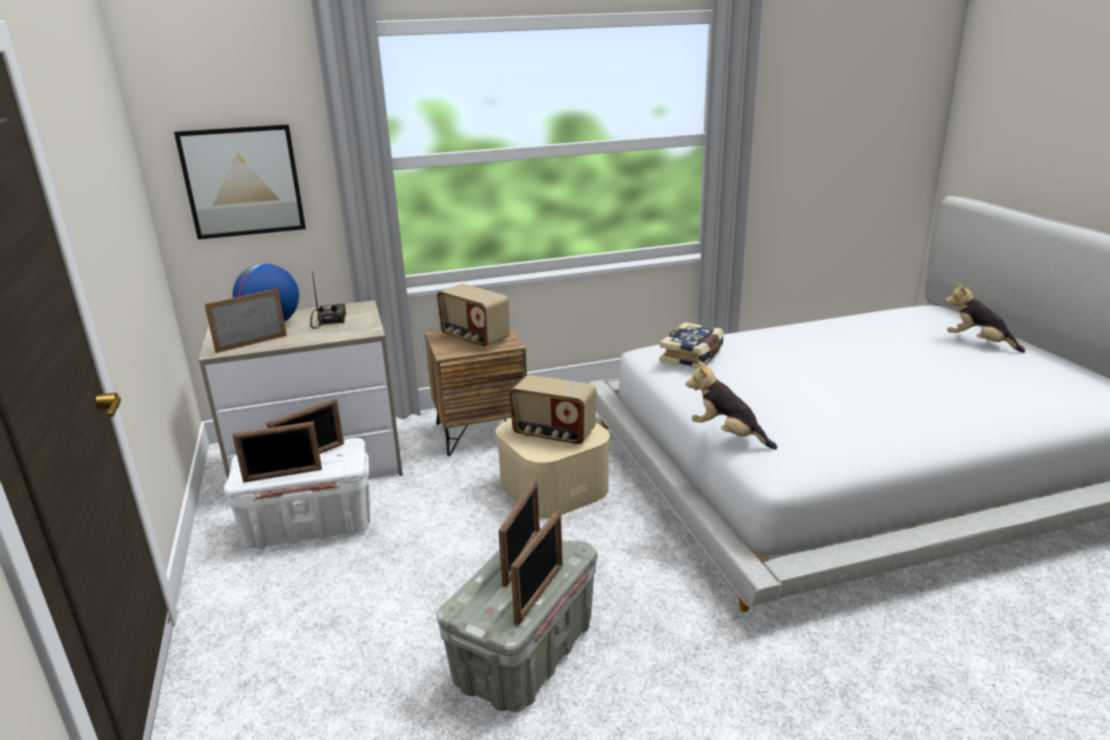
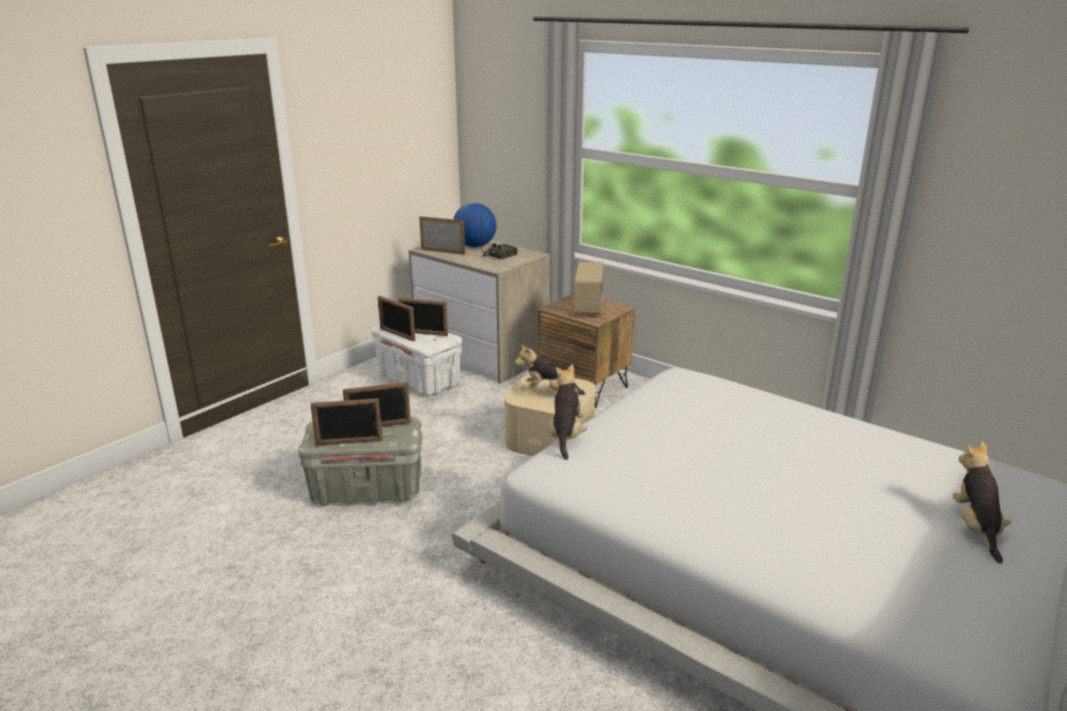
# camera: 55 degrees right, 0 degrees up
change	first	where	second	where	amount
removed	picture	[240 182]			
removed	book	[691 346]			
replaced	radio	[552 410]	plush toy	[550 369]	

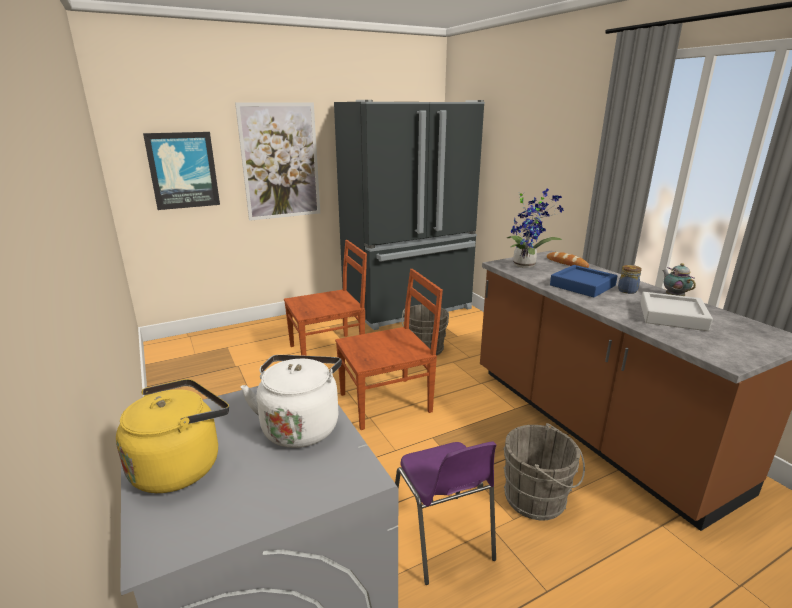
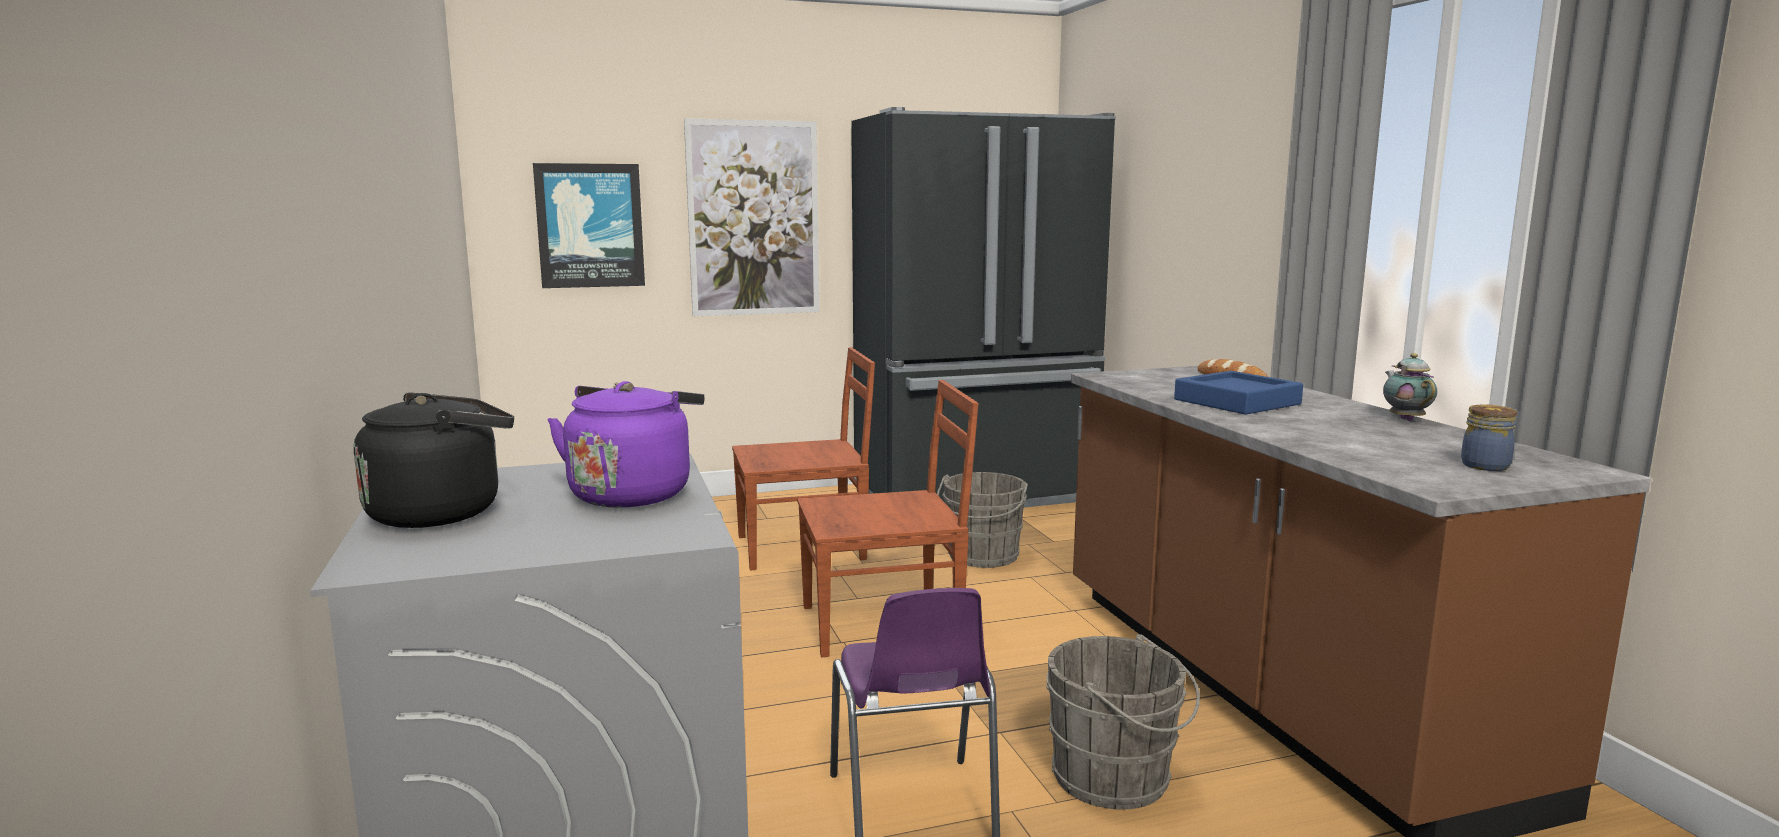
# camera: 10 degrees right, 10 degrees down
change	first	where	second	where	amount
removed	potted plant	[535 228]			
moved	jar	[630 279]		[1489 437]	
removed	grey tray	[676 311]			
recoloured	white kettle	[291 401]	purple kettle	[625 444]	
recoloured	yellow kettle	[172 436]	black kettle	[434 460]	

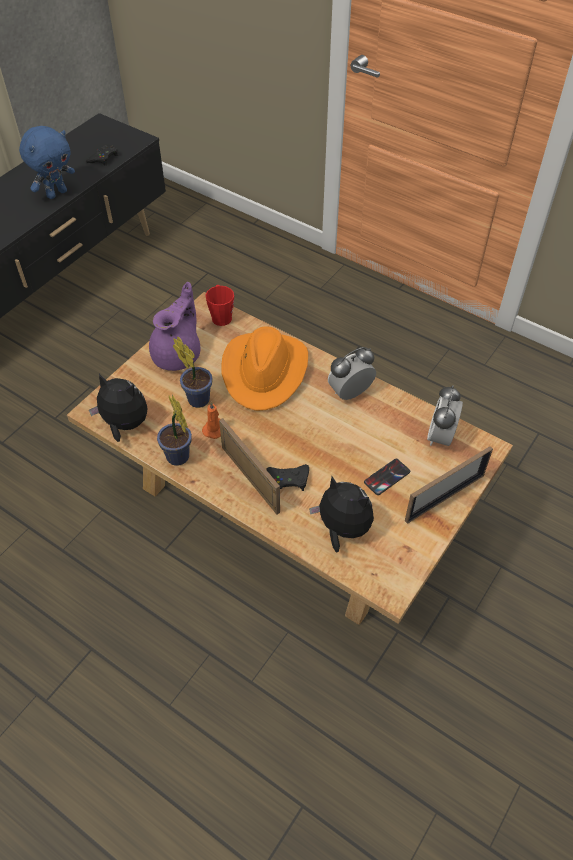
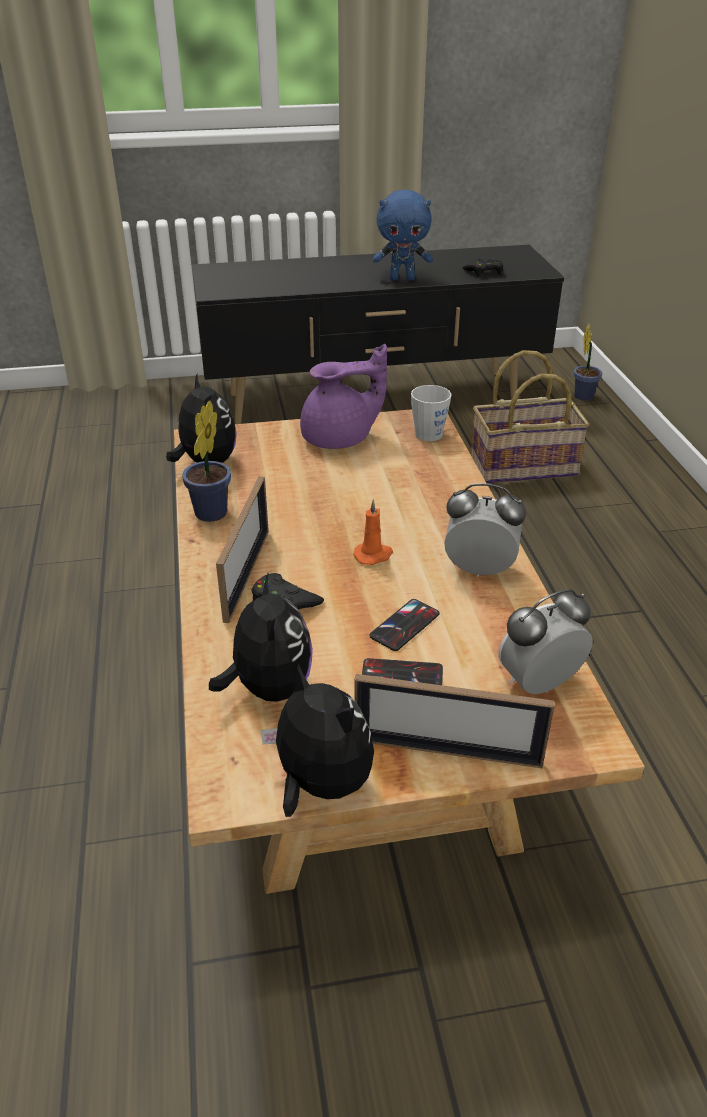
# camera: 45 degrees right, 15 degrees down
change	first	where	second	where	amount
recoloured	red mug	[220 305]	grey mug	[431 413]	
removed	orange hat	[264 368]			
moved	potted plant	[193 372]		[588 362]	
moved	orange candle	[211 420]		[373 532]	
added			basket	[530 417]	
added			phone	[404 625]	
added			plush toy	[317 740]	

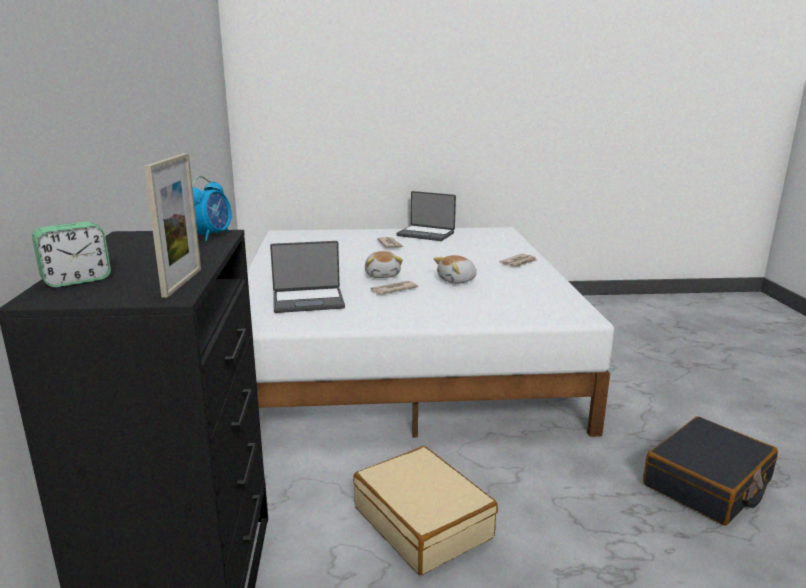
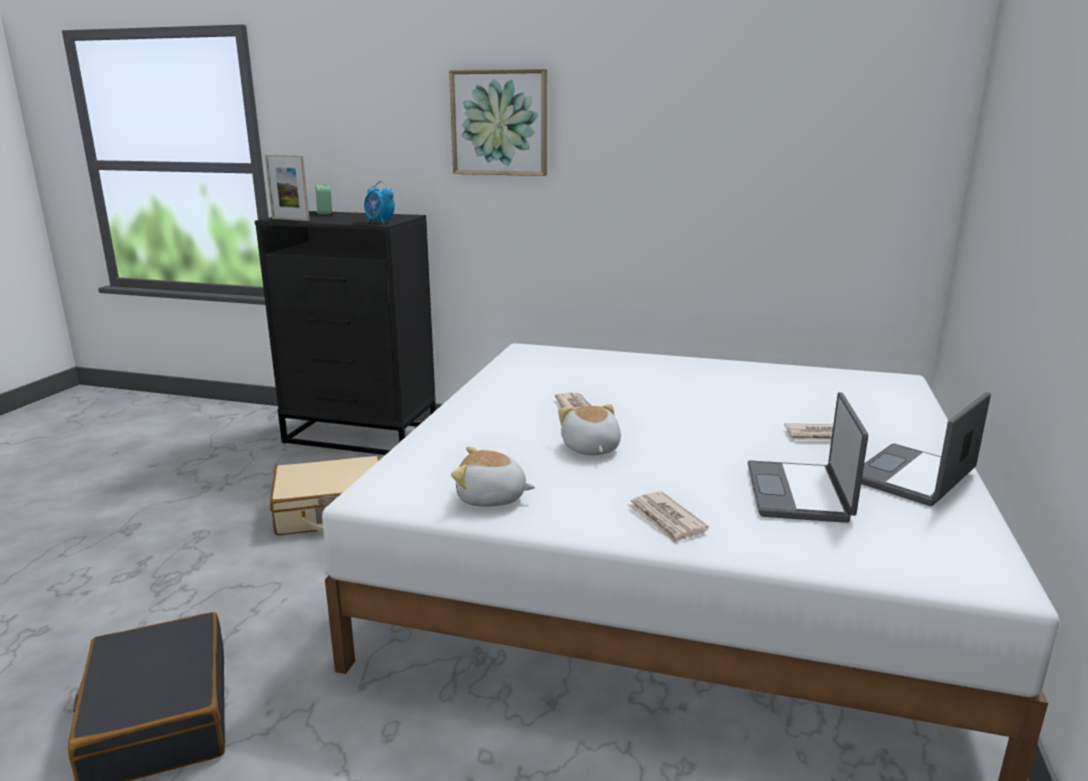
# camera: 110 degrees right, 0 degrees up
change	first	where	second	where	amount
moved	laptop	[307 277]		[808 457]	
moved	plush toy	[384 264]		[493 477]	
added			picture	[498 122]	

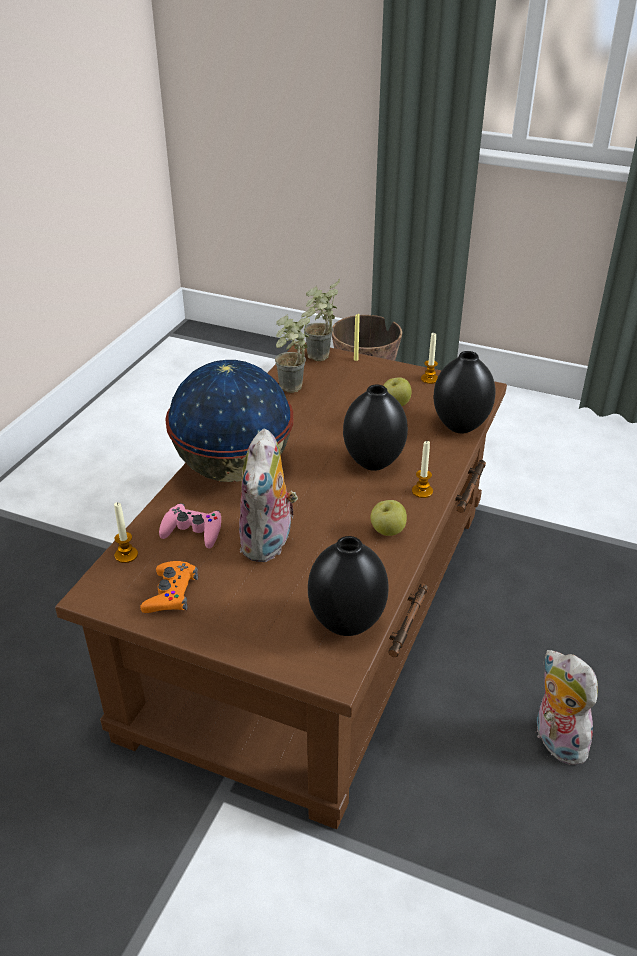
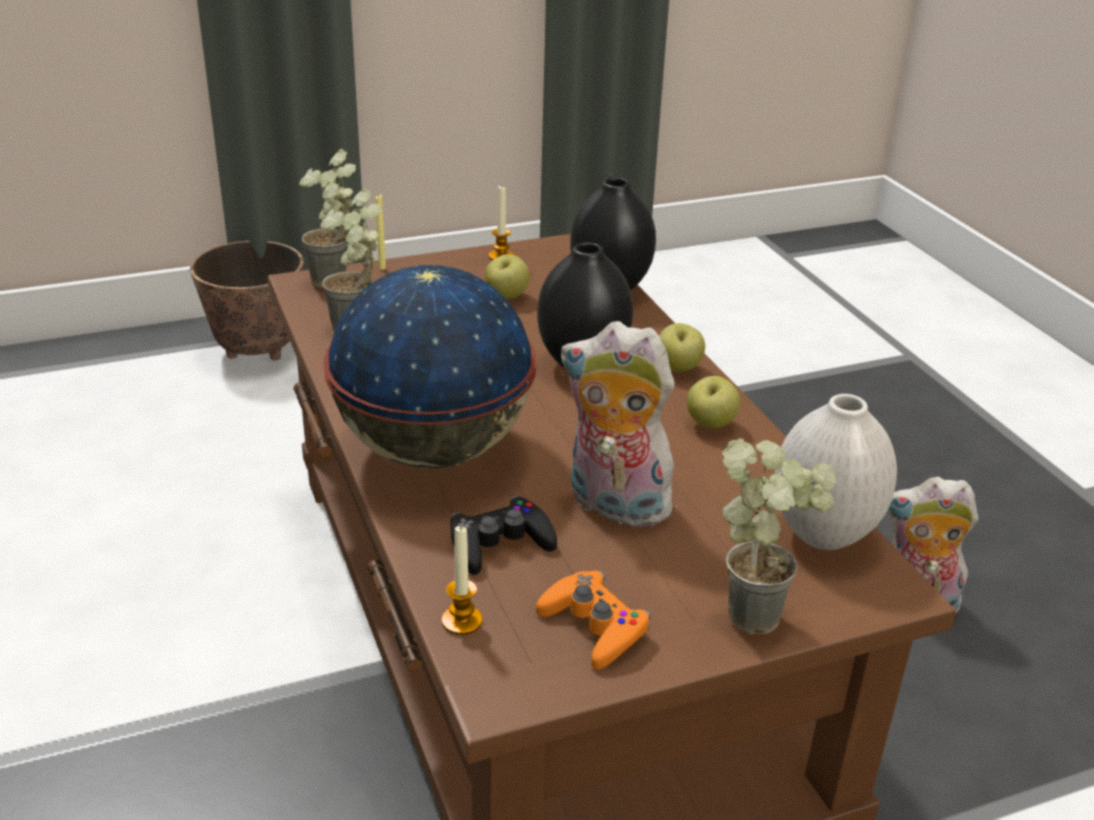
# camera: 45 degrees left, 5 degrees down
change	first	where	second	where	amount
turned	plush toy	[268 495]		[619 424]	150 degrees clockwise
replaced	candle	[422 469]	apple	[682 347]	
recoloured	pink game controller	[190 526]	black game controller	[503 535]	
recoloured	black vase	[348 586]	white vase	[836 472]	
added			potted plant	[779 536]	

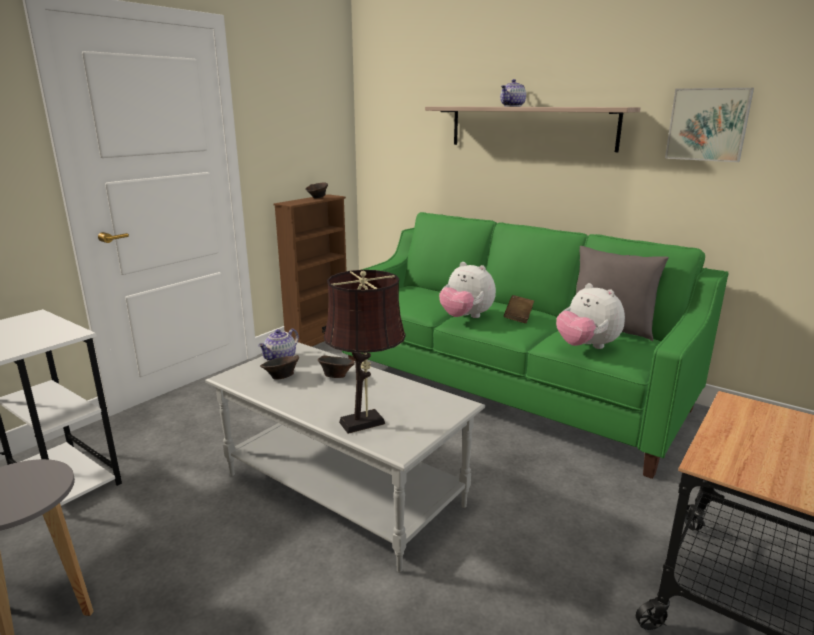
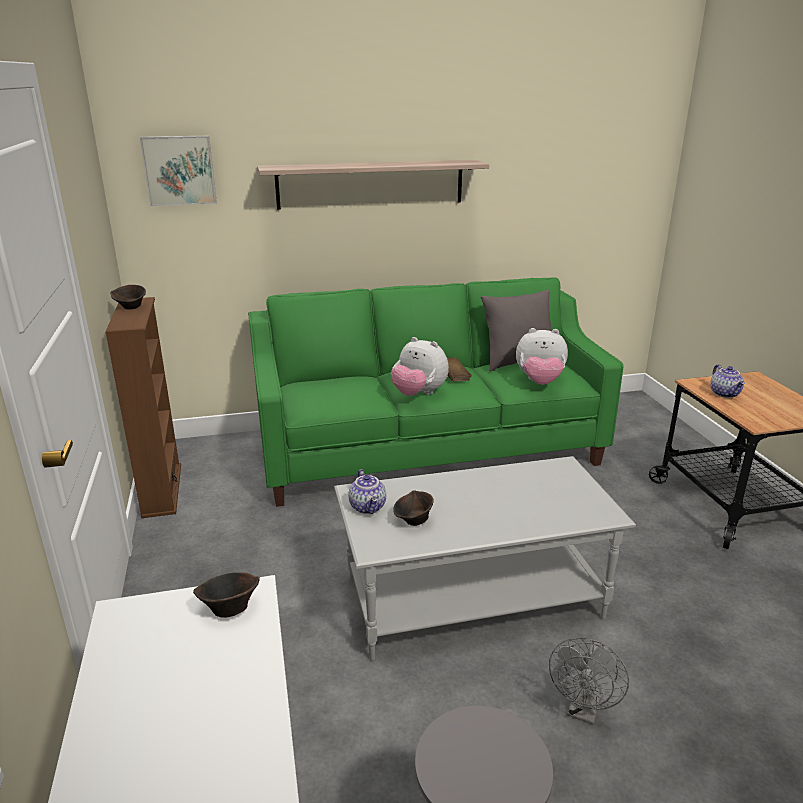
# camera: 50 degrees left, 5 degrees up
change	first	where	second	where	amount
moved	teapot	[513 93]		[727 381]	
moved	picture	[709 125]		[178 171]	
turned	plush toy	[467 290]		[420 366]	45 degrees clockwise
removed	brown table lamp	[365 352]			
moved	brown bowl	[336 366]		[226 595]	
added			grey fan	[589 681]	

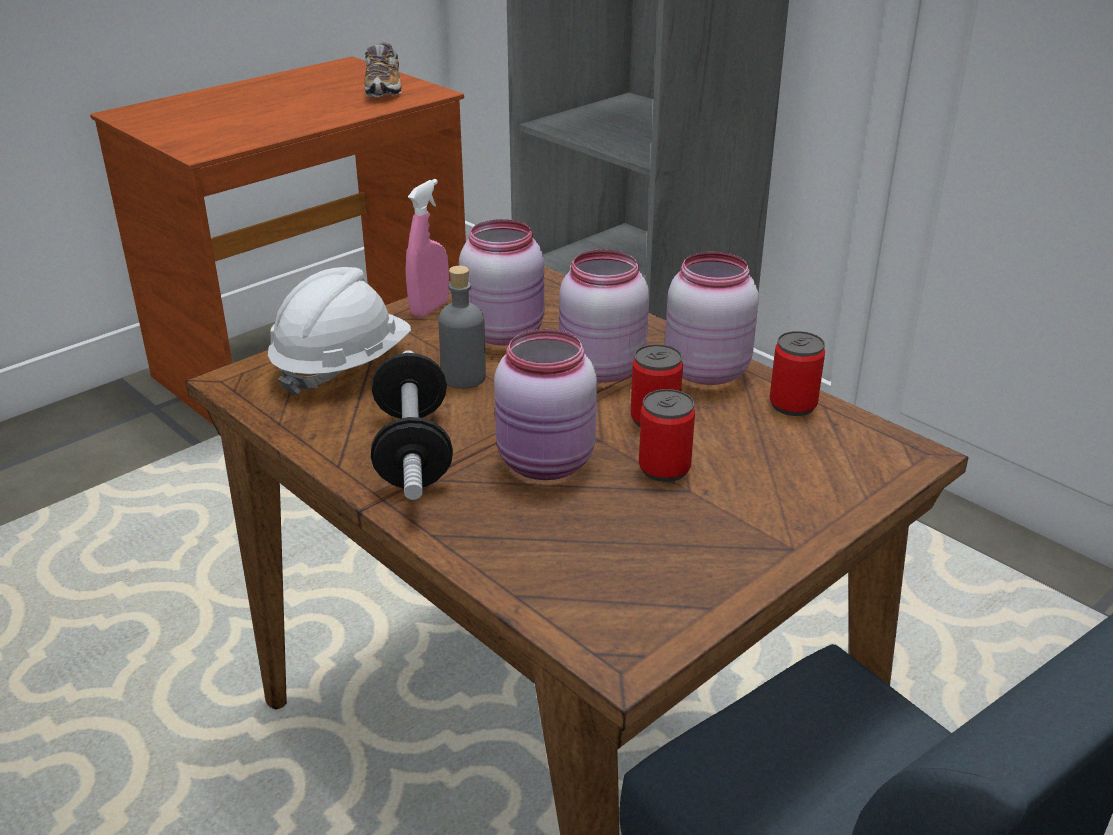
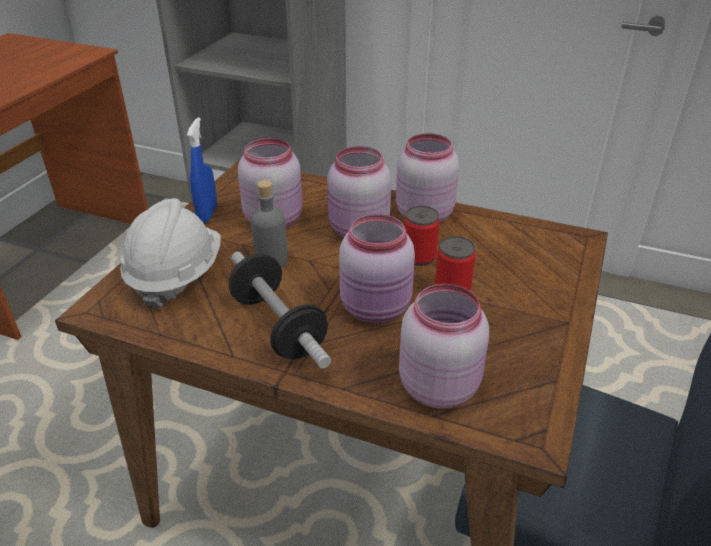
# camera: 25 degrees left, 5 degrees up
change	first	where	second	where	amount
removed	shoe	[383 70]			
recoloured	pink spray bottle	[427 248]	blue spray bottle	[202 170]	
removed	can	[797 373]			
added			pink jar	[444 346]	

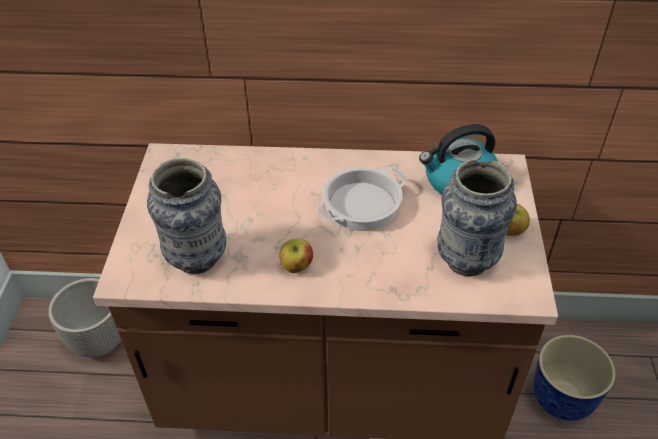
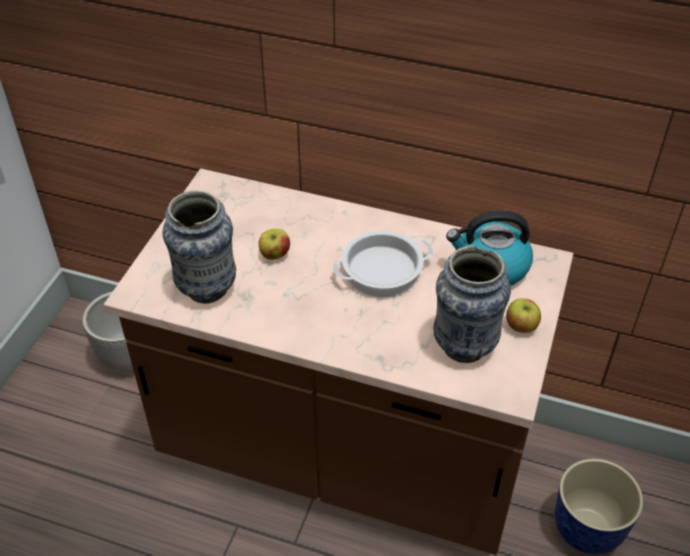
# camera: 15 degrees right, 0 degrees up
change	first	where	second	where	amount
moved	apple	[296 255]		[274 244]	

